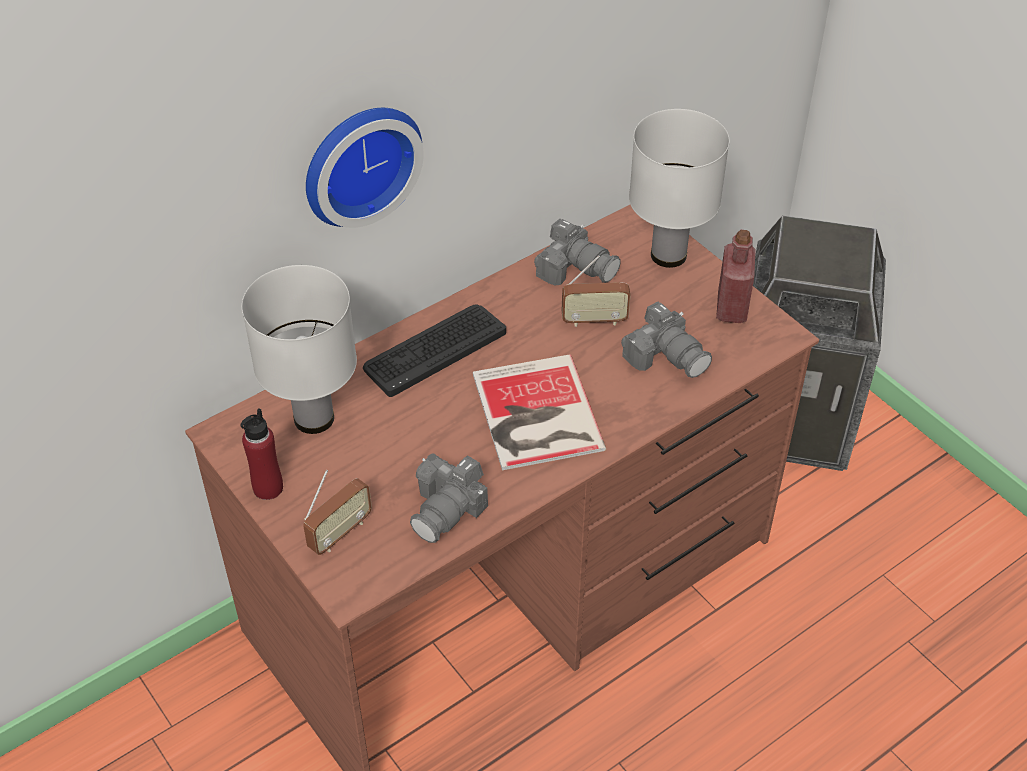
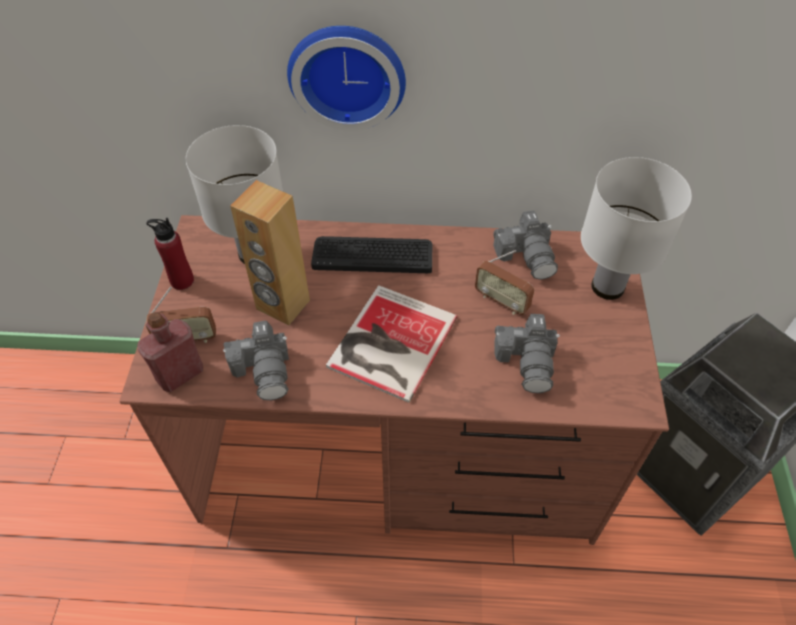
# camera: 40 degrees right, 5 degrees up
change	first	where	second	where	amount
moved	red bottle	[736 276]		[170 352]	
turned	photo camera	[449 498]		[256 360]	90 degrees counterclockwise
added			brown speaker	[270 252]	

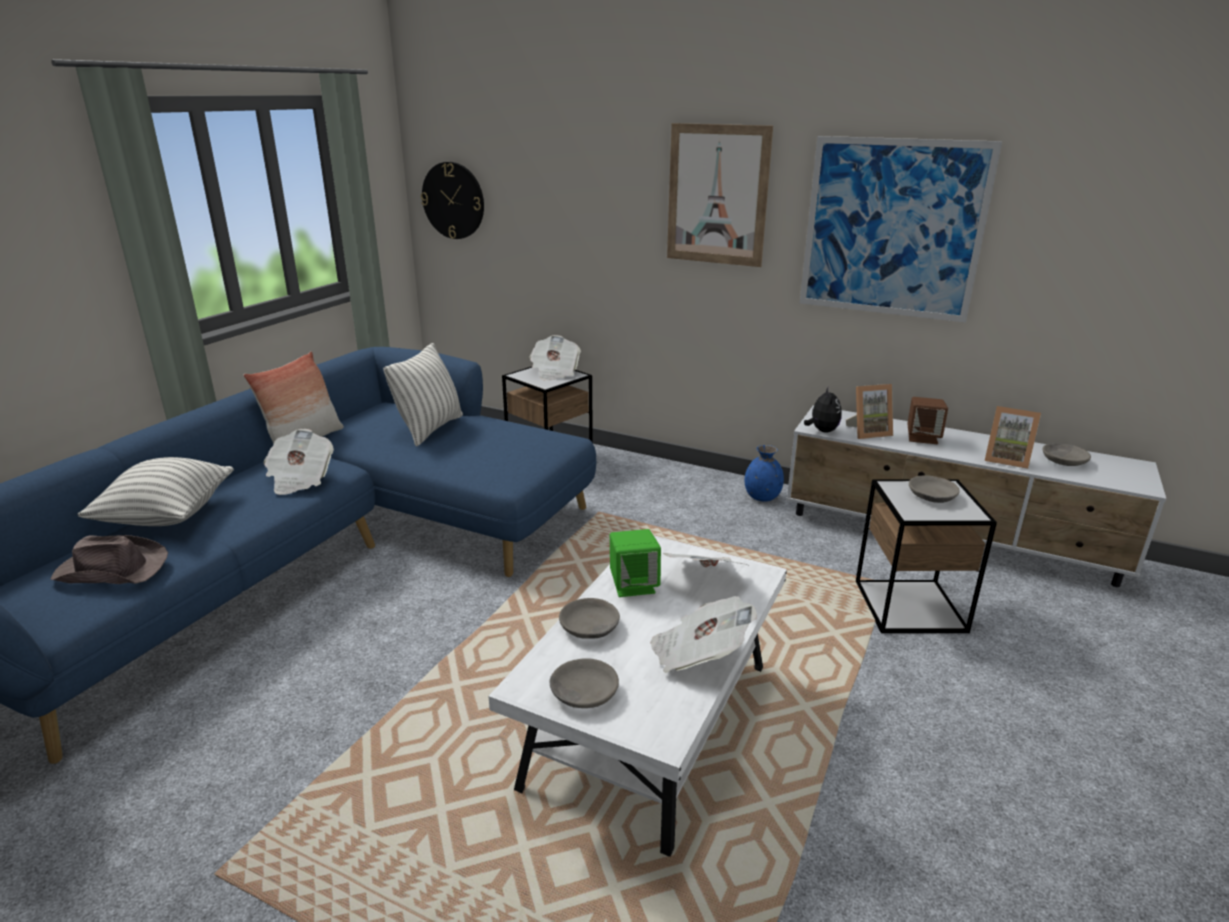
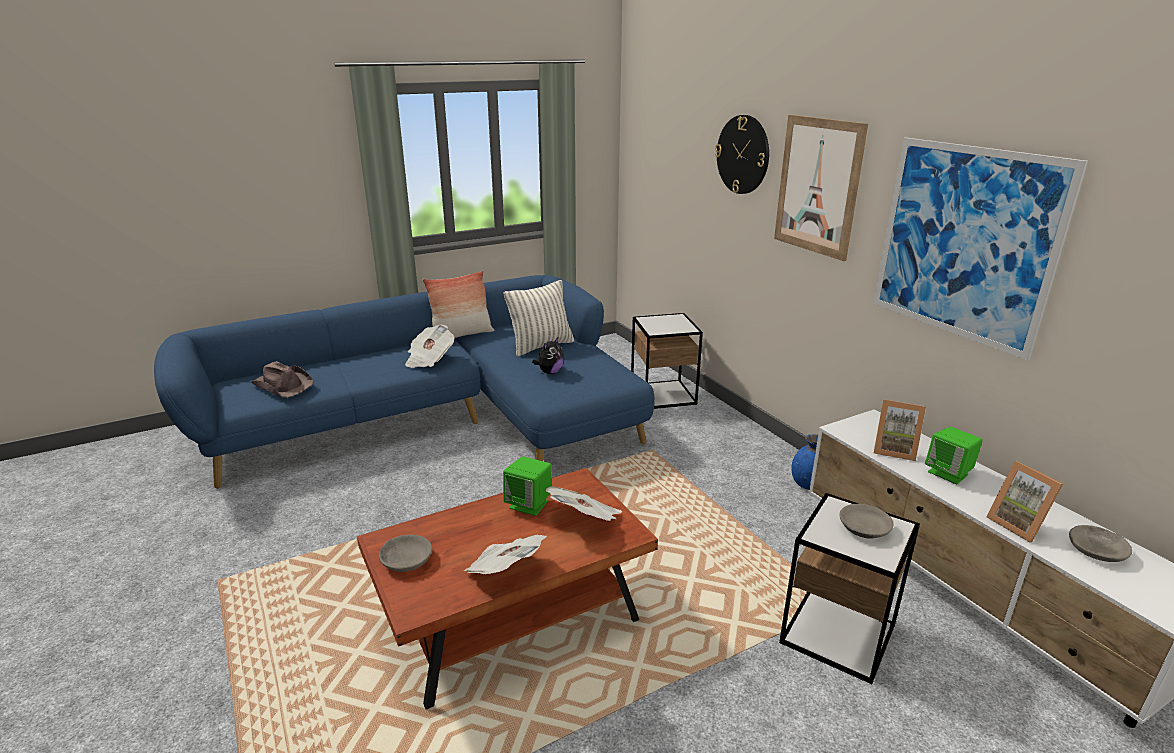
# camera: 35 degrees right, 0 degrees up
change	first	where	second	where	amount
moved	wall clock	[452 200]		[742 154]	
removed	newspaper	[555 358]			
moved	plush toy	[823 410]		[548 355]	
recoloured	brown speaker	[927 420]	green speaker	[954 455]	
removed	pillow	[155 491]			
recoloured	white coffee table	[637 696]	brown coffee table	[507 589]	
removed	grey bowl	[589 618]			

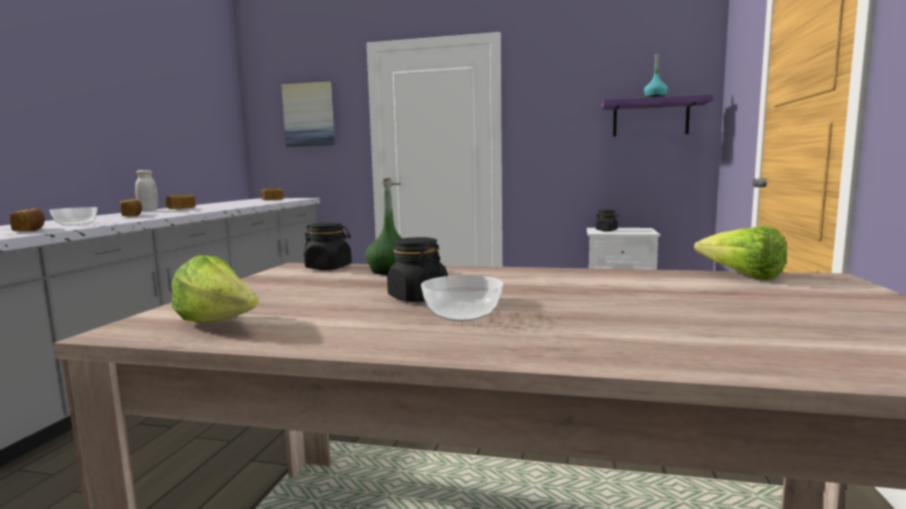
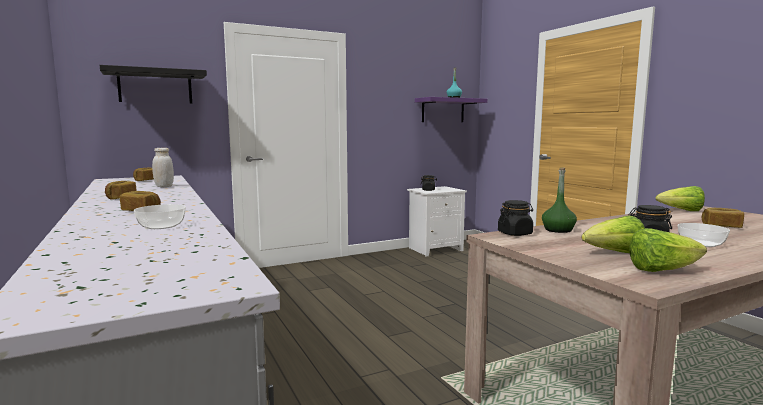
# camera: 40 degrees left, 0 degrees up
change	first	where	second	where	amount
replaced	picture	[308 114]	black shelf	[153 84]	
moved	white jar	[146 190]		[163 167]	
moved	bread	[27 220]		[723 218]	
added			lettuce	[613 234]	

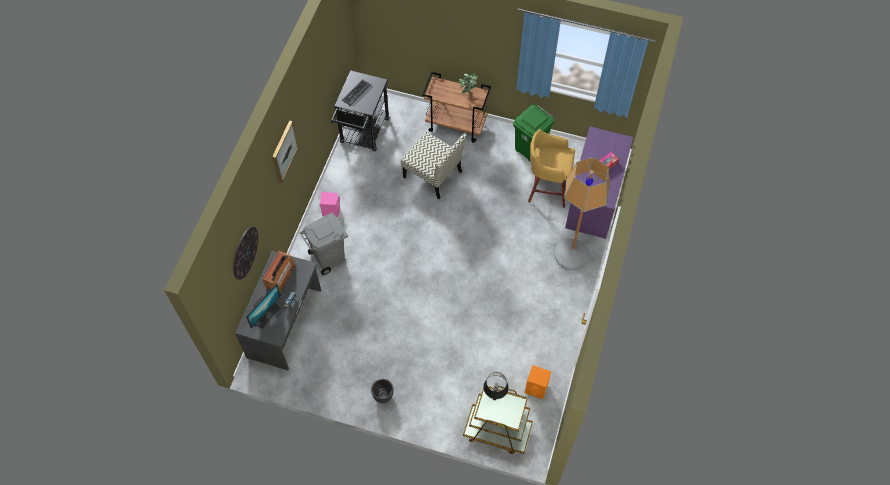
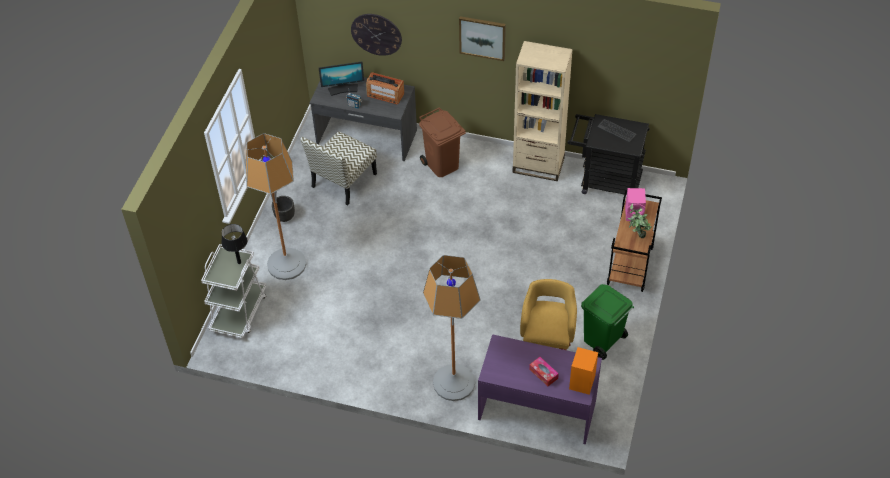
# camera: 90 degrees right, 10 degrees down
change	first	where	second	where	amount
moved	chair	[434 165]		[338 168]	
moved	pink speaker	[330 204]		[635 204]	
recoloured	grey trash can	[324 244]	brown trash can	[442 142]	
turned	monitor	[263 306]		[341 79]	45 degrees counterclockwise
moved	orange speaker	[538 382]		[583 371]	
recoloured	brown cart	[498 420]	white cart	[233 291]	
added			beige bookcase	[543 111]	
added			floor lamp	[275 206]	

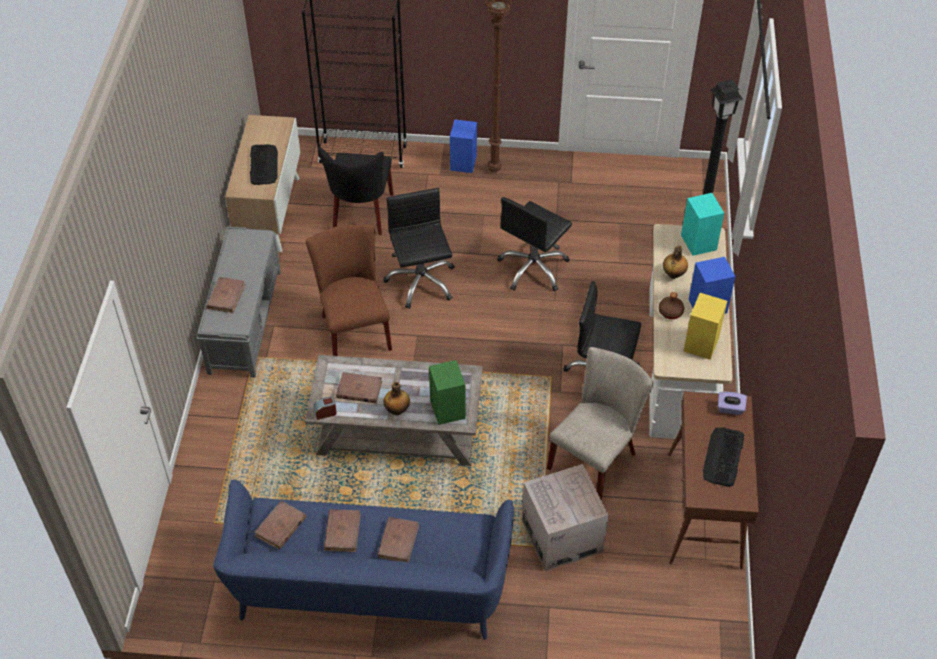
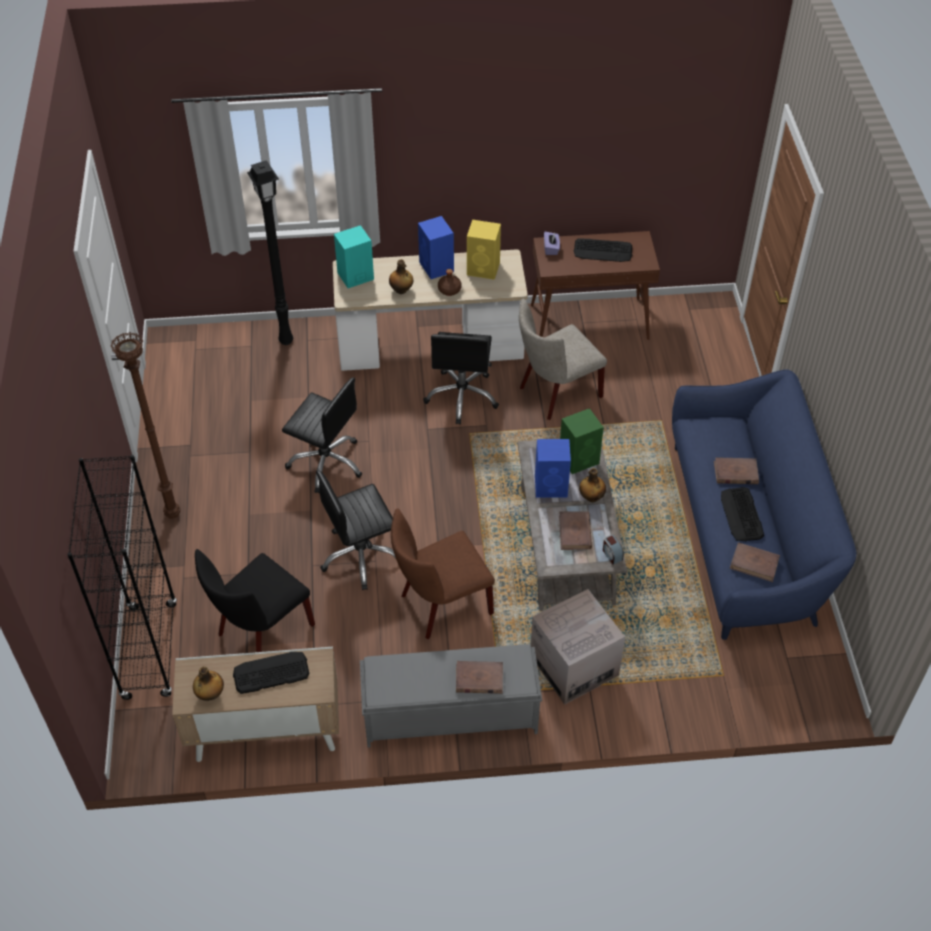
# camera: 100 degrees left, 0 degrees up
change	first	where	second	where	amount
moved	blue speaker	[463 146]		[553 468]	
turned	black chair	[356 191]		[255 600]	135 degrees clockwise
turned	beige chair	[600 423]		[563 359]	60 degrees counterclockwise
moved	cardboard box	[565 517]		[578 647]	
replaced	brown book	[342 530]	keyboard	[742 514]	
added			bottle	[208 683]	

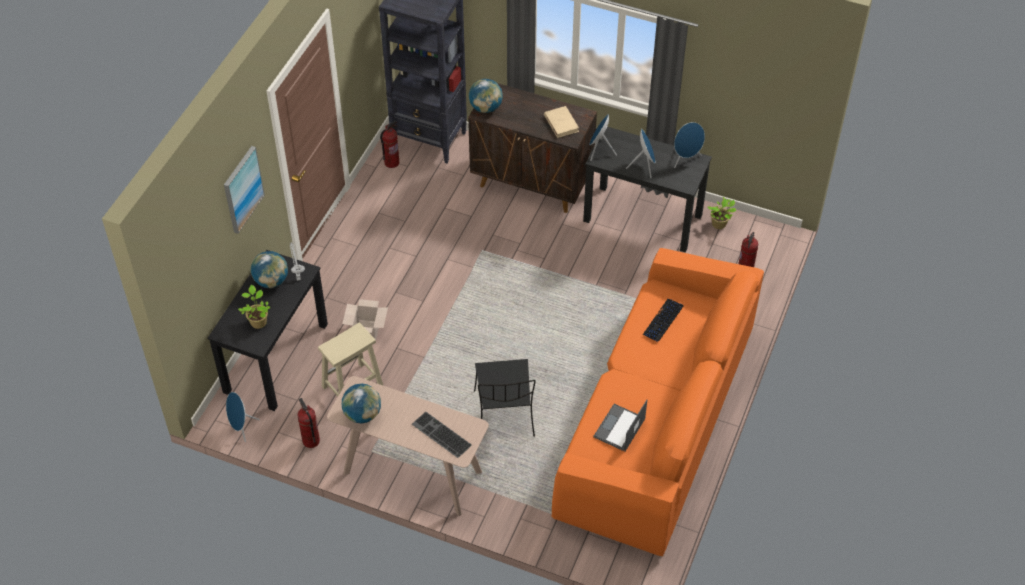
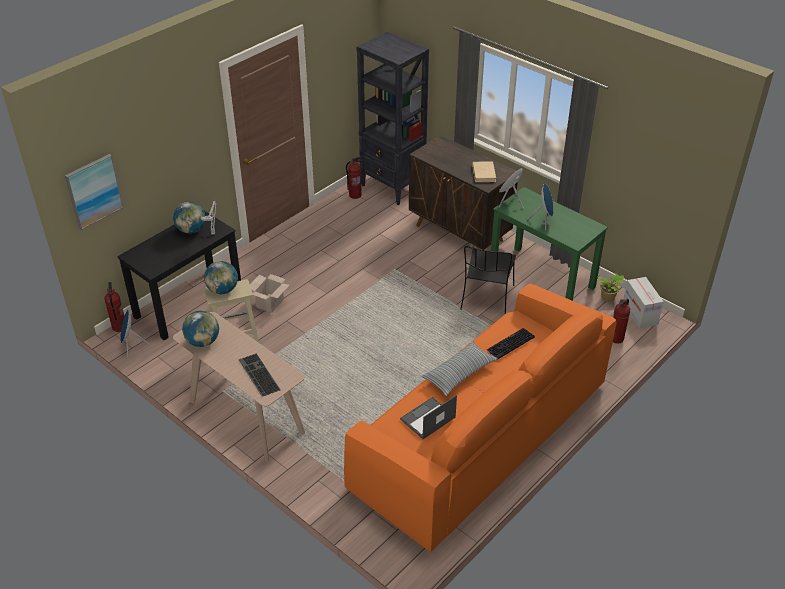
# camera: 20 degrees right, 10 degrees down
change	first	where	second	where	amount
moved	globe	[486 96]		[221 277]	
removed	blue speaker	[689 145]			
recoloured	black desk	[647 189]	green desk	[549 244]	
moved	picture	[244 190]		[94 192]	
removed	potted plant	[254 307]			
moved	black chair	[505 398]		[488 280]	
moved	fire extinguisher	[309 423]		[114 307]	
added			cardboard box	[643 302]	
added			pillow	[459 368]	

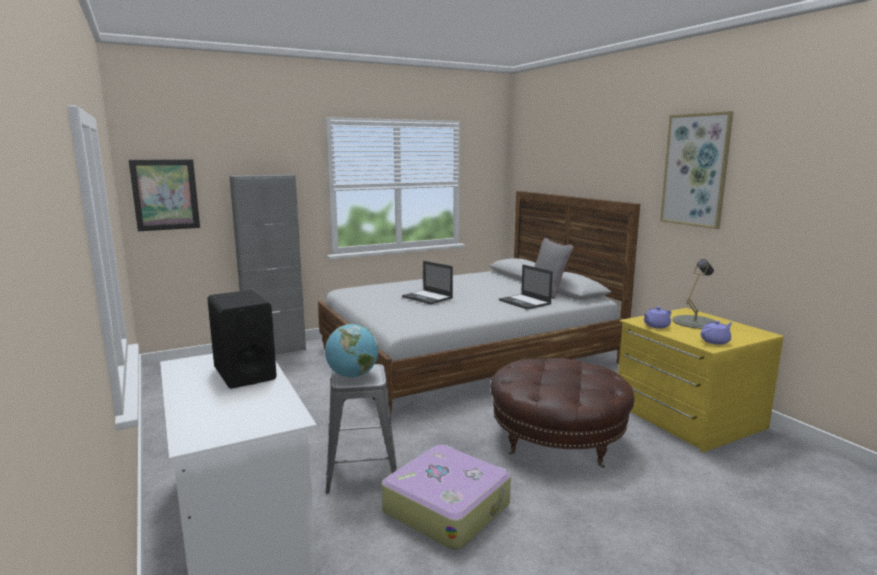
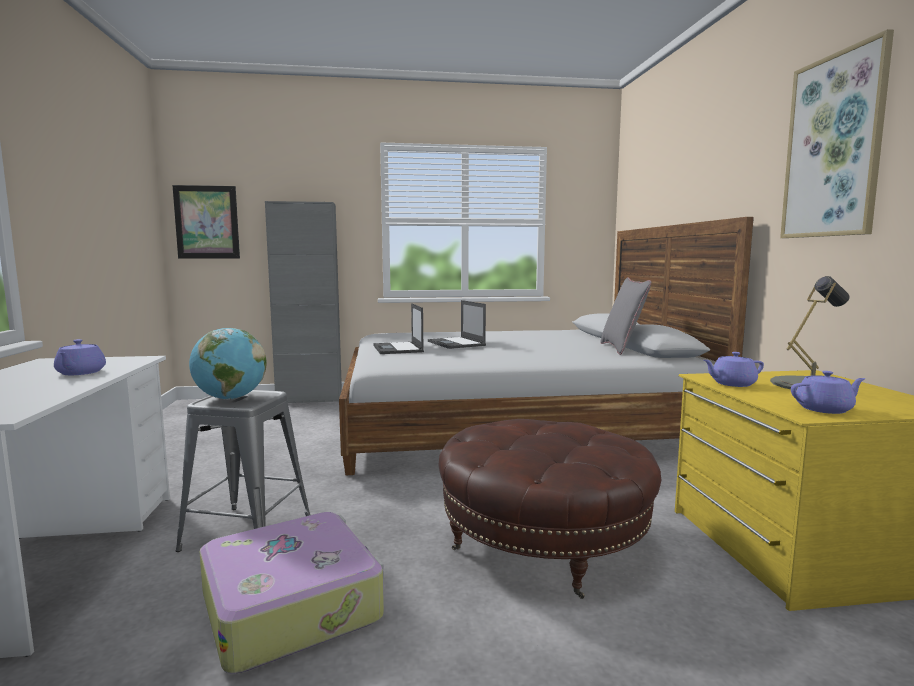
# camera: 20 degrees right, 5 degrees down
change	first	where	second	where	amount
moved	laptop	[526 287]		[398 328]	
replaced	black speaker	[242 339]	purple teapot	[80 357]	

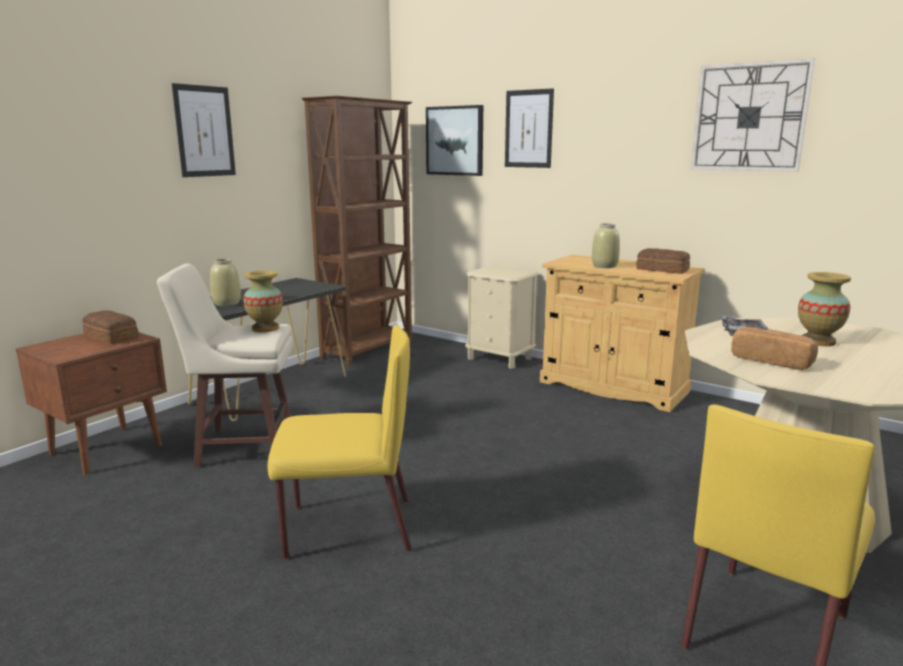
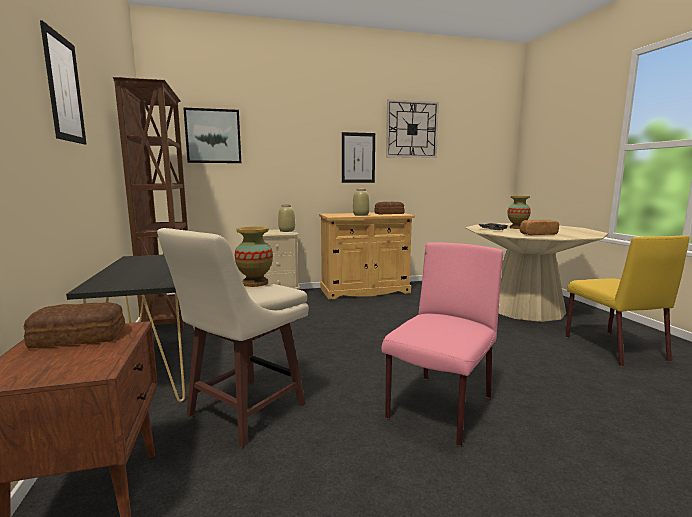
# camera: 50 degrees left, 5 degrees down
change	first	where	second	where	amount
moved	picture	[529 128]		[358 157]	
moved	beige vase	[225 282]		[286 218]	
recoloured	yellow chair	[339 442]	pink chair	[442 344]	

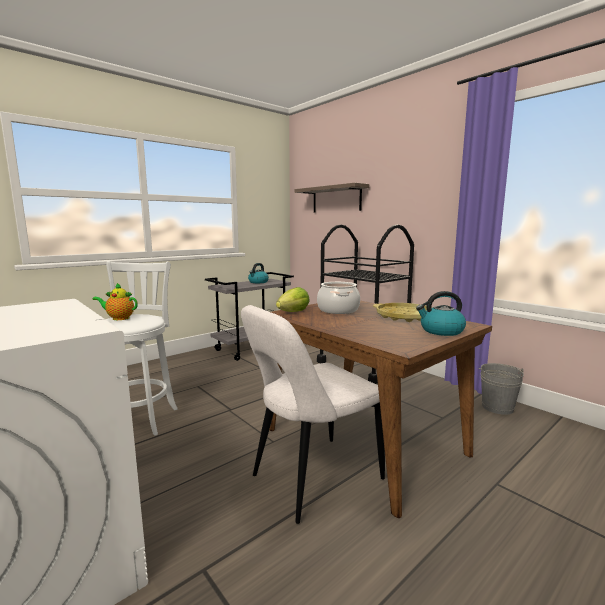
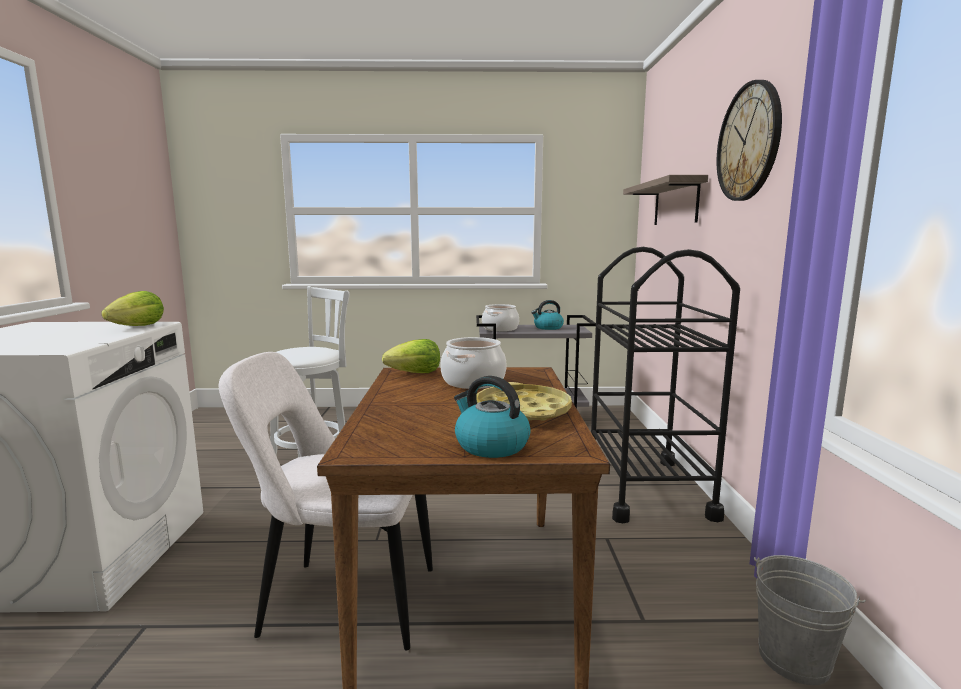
# camera: 40 degrees right, 0 degrees up
change	first	where	second	where	amount
removed	teapot	[115 301]			
added			wall clock	[749 140]	
added			lettuce	[132 308]	
added			cooking pot	[500 318]	

